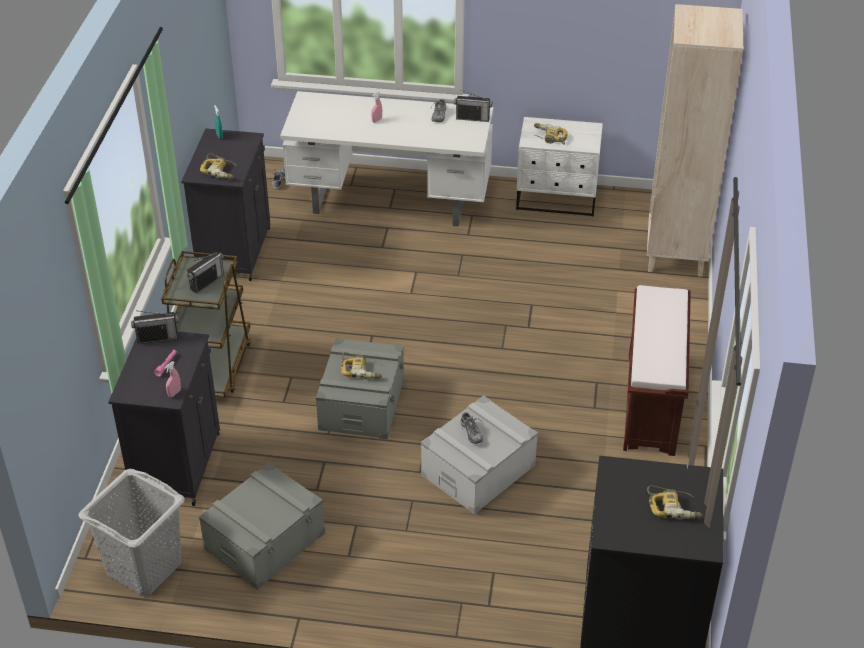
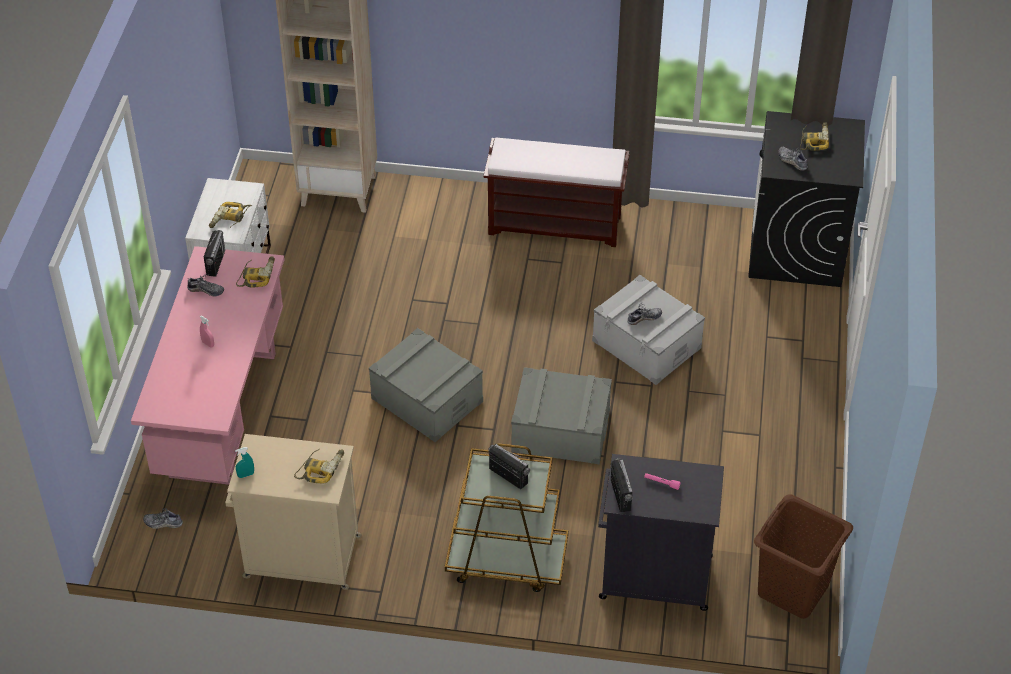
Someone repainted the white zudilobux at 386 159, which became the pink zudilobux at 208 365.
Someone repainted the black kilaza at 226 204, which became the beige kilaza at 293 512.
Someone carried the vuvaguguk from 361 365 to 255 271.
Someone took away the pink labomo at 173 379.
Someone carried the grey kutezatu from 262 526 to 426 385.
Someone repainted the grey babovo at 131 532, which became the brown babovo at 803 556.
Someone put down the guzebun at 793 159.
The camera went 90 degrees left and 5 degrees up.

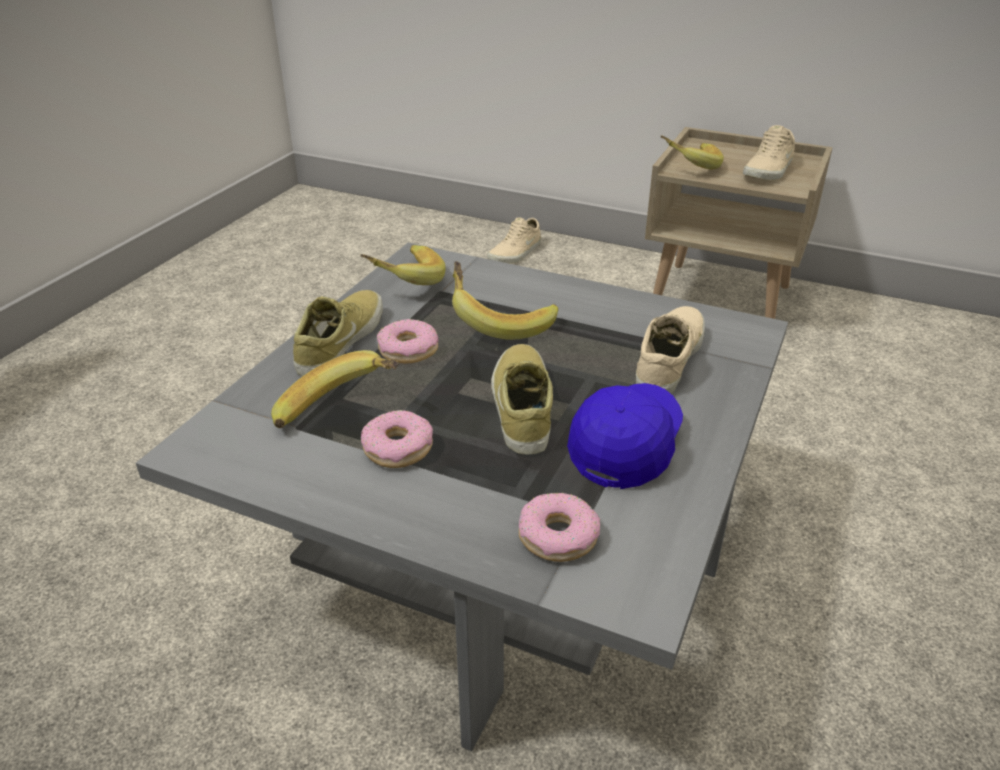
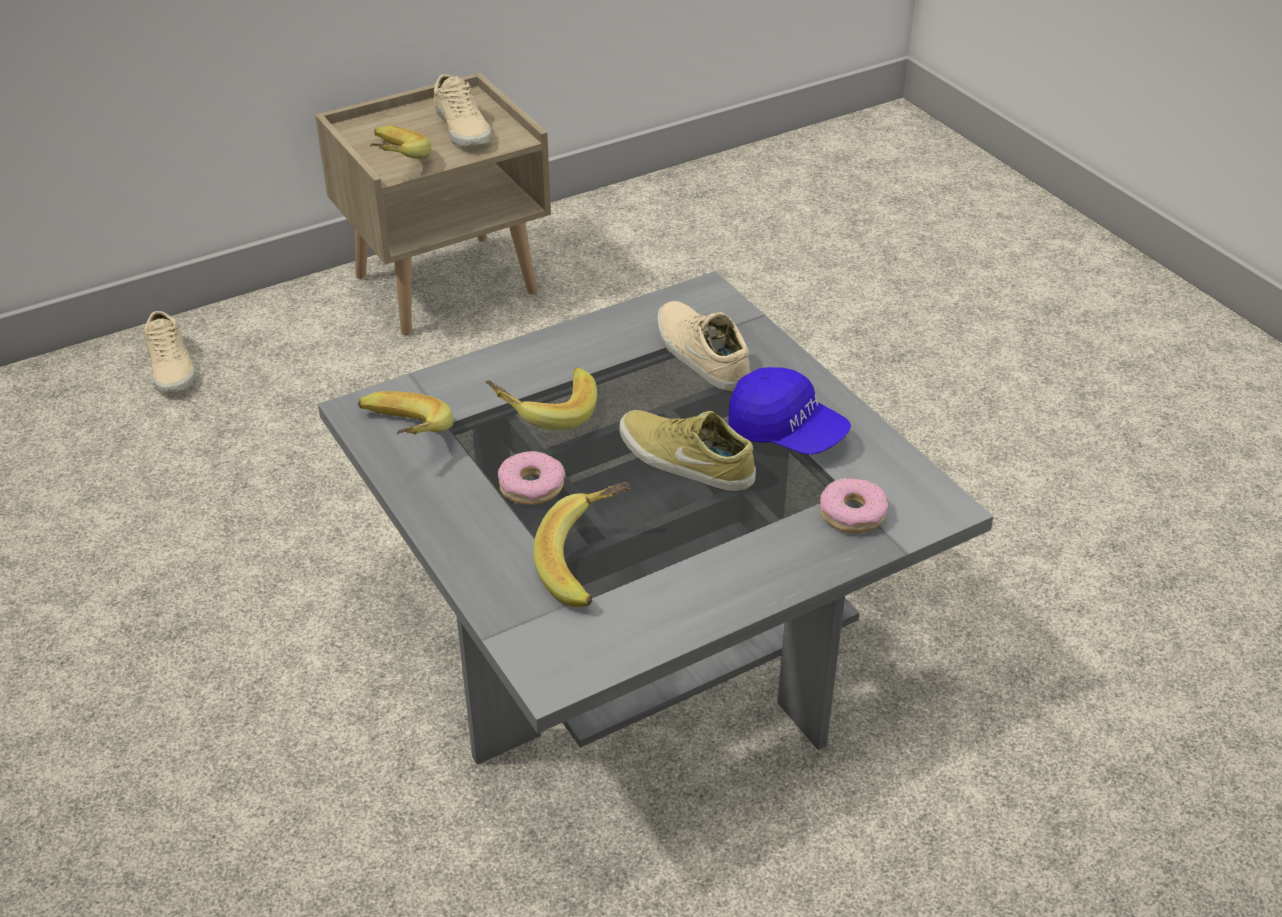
Someone took away the beige guzebun at 338 333.
Someone rotated the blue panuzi at 625 436 by 150 degrees clockwise.
Someone took away the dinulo at 397 439.
The camera went 55 degrees left and 5 degrees up.

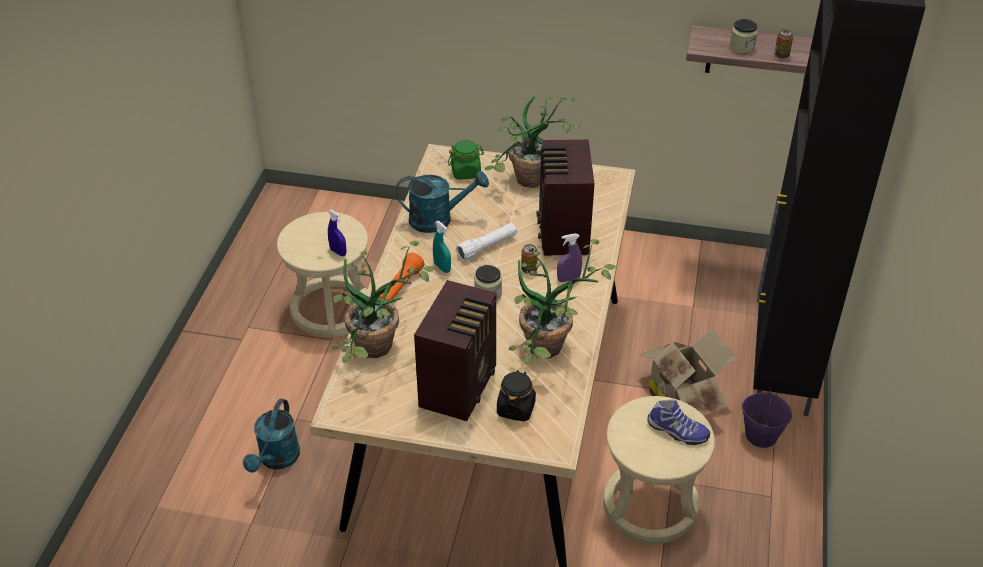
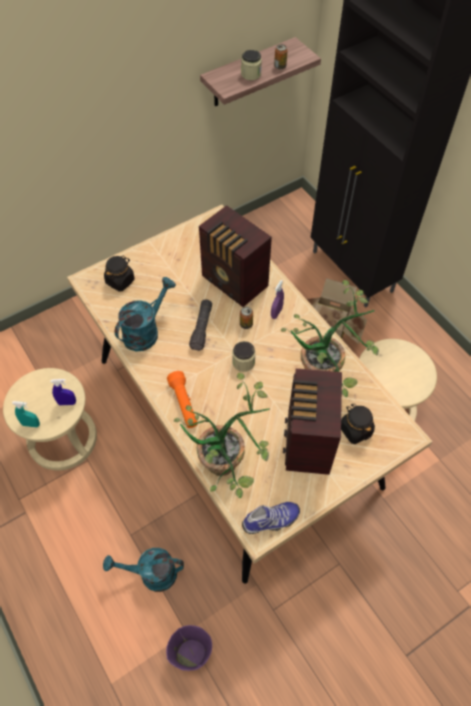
Someone took away the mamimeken at 533 142.
Someone repainted the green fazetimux at 466 160, which became the black fazetimux at 119 274.
Someone carried the turquoise labomo from 442 247 to 26 414.
Someone repainted the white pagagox at 486 242, which became the black pagagox at 200 325.
Someone rotated the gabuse at 455 350 by 150 degrees counterclockwise.
Someone carried the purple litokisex from 767 417 to 189 648.
Someone rotated the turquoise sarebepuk at 271 435 by 120 degrees clockwise.
Someone carried the guzebun from 678 422 to 271 518.
The camera went 45 degrees left and 15 degrees up.

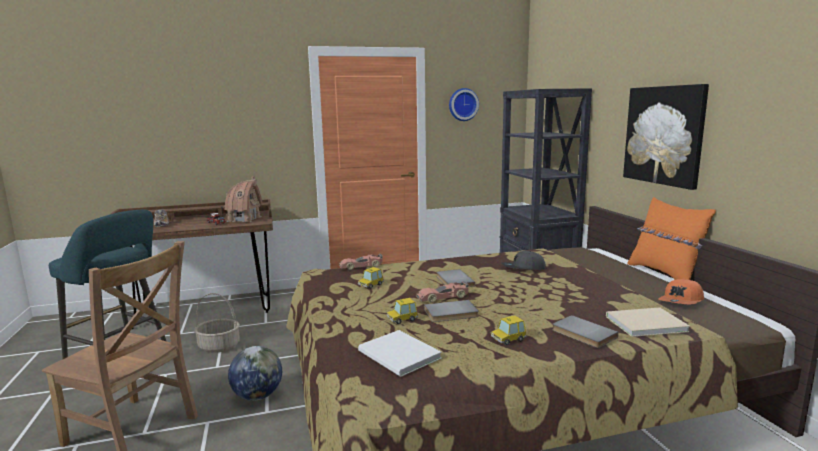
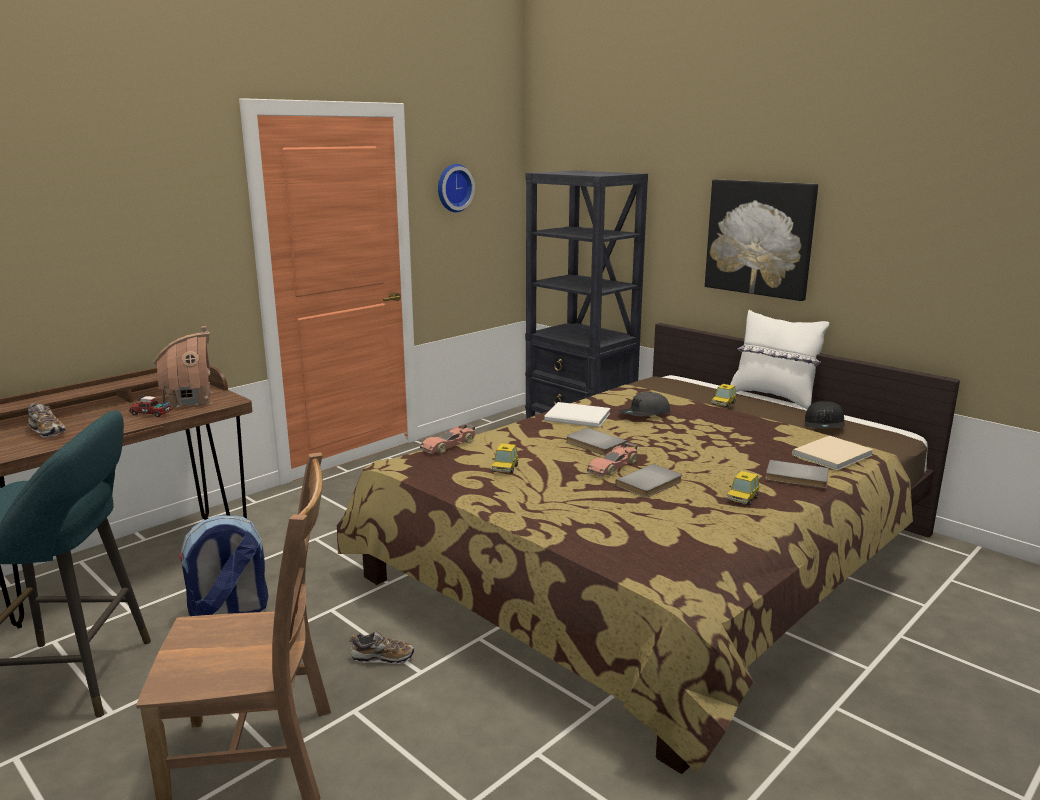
Someone repainted the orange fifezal at 671 238, which became the white fifezal at 779 359.
Someone repainted the orange panuzi at 681 291, which became the black panuzi at 825 414.
Someone swapped the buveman at 217 323 for the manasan at 223 566.
Someone carried the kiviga from 402 311 to 724 395.
Someone carried the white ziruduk from 400 353 to 577 414.
Someone swapped the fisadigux at 255 373 for the guzebun at 381 647.
The camera went 30 degrees left and 5 degrees up.

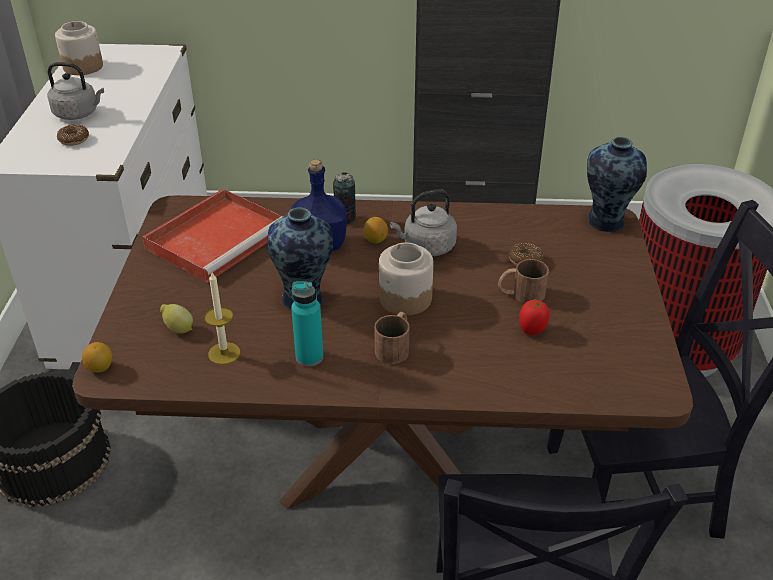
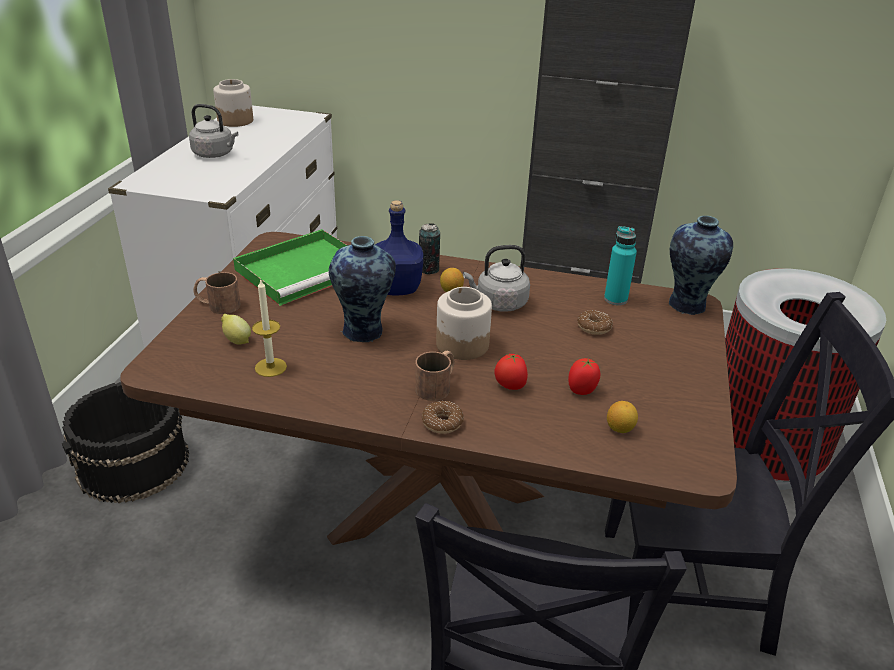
Someone carried the dinulo from 73 135 to 443 417.
Someone repainted the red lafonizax at 212 236, which became the green lafonizax at 290 267.
Someone carried the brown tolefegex from 523 281 to 217 293.
Someone carried the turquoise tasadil from 307 324 to 620 265.
Someone carried the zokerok from 97 357 to 622 417.
Someone put down the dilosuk at 511 372.
The camera went 10 degrees right and 5 degrees down.

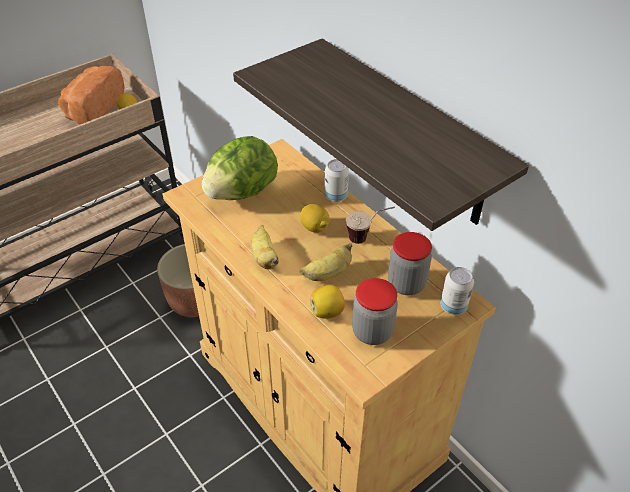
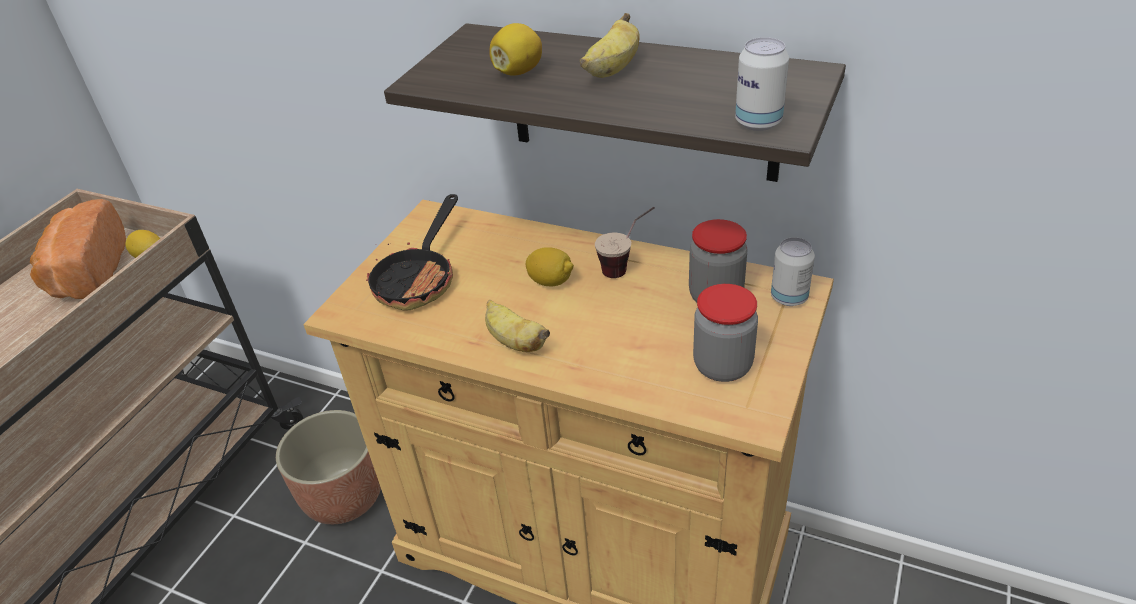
Someone swapped the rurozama at 240 168 for the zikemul at 412 252.
Someone carried the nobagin from 337 180 to 762 84.
Someone carried the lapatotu from 325 262 to 610 45.
Someone carried the zokerok from 327 302 to 516 49.
The camera went 25 degrees left and 5 degrees down.

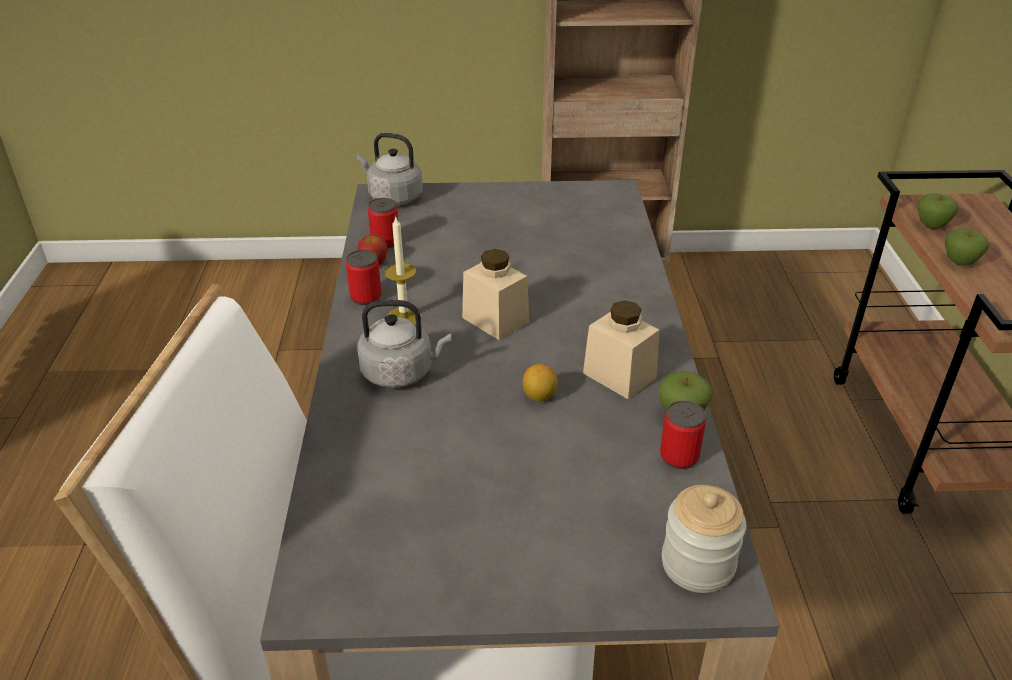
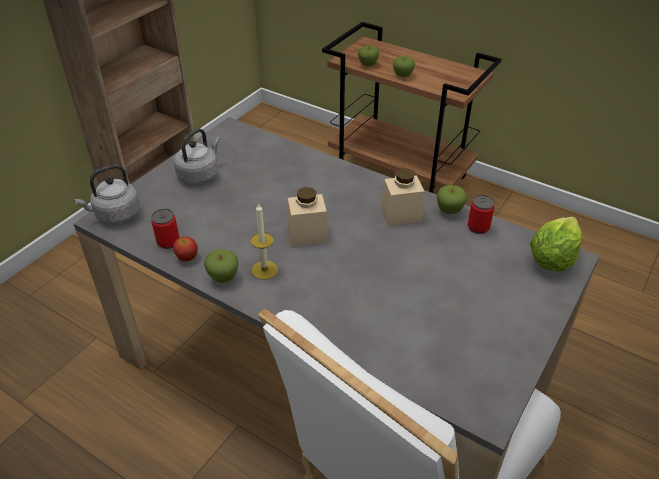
Someone swapped the nobagin at 363 277 for the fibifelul at 221 266.
Someone carried the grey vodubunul from 404 344 to 197 156.
Someone took away the zokerok at 540 383.
Someone swapped the fazetimux at 704 539 for the rurozama at 555 244.
The camera went 55 degrees left and 5 degrees up.

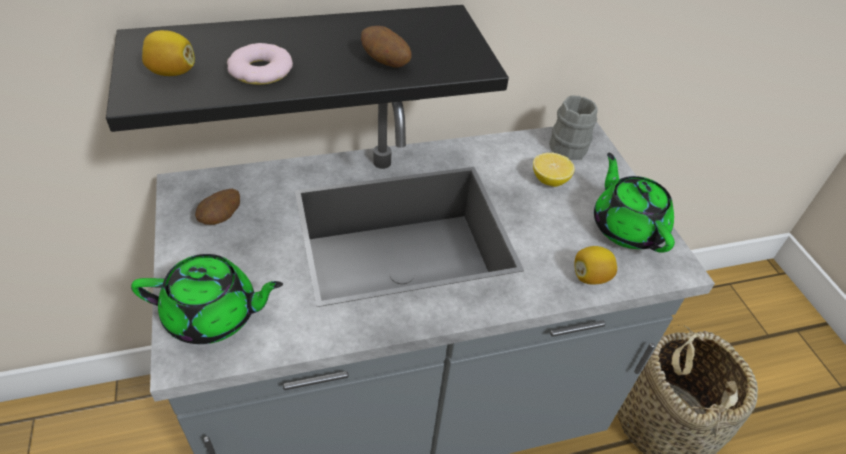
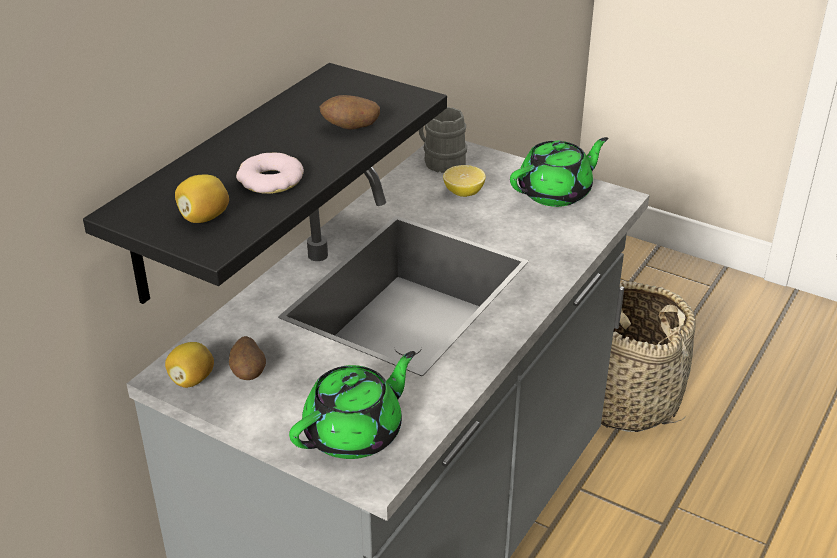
Someone rotated the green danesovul at 634 203 by 120 degrees clockwise.
Someone carried the zokerok from 596 265 to 189 365.
The camera went 40 degrees left and 10 degrees down.

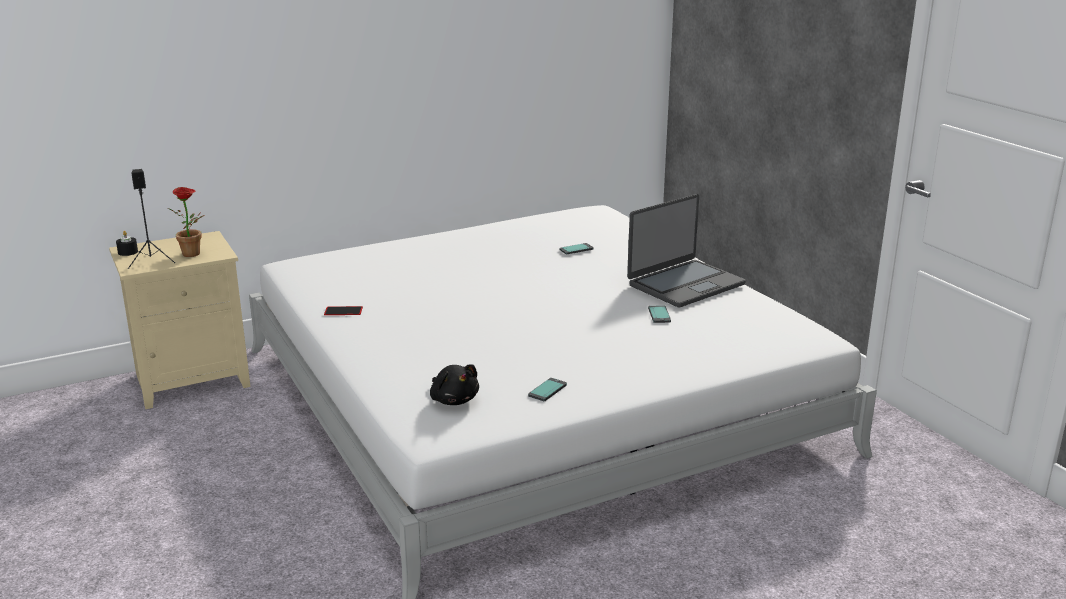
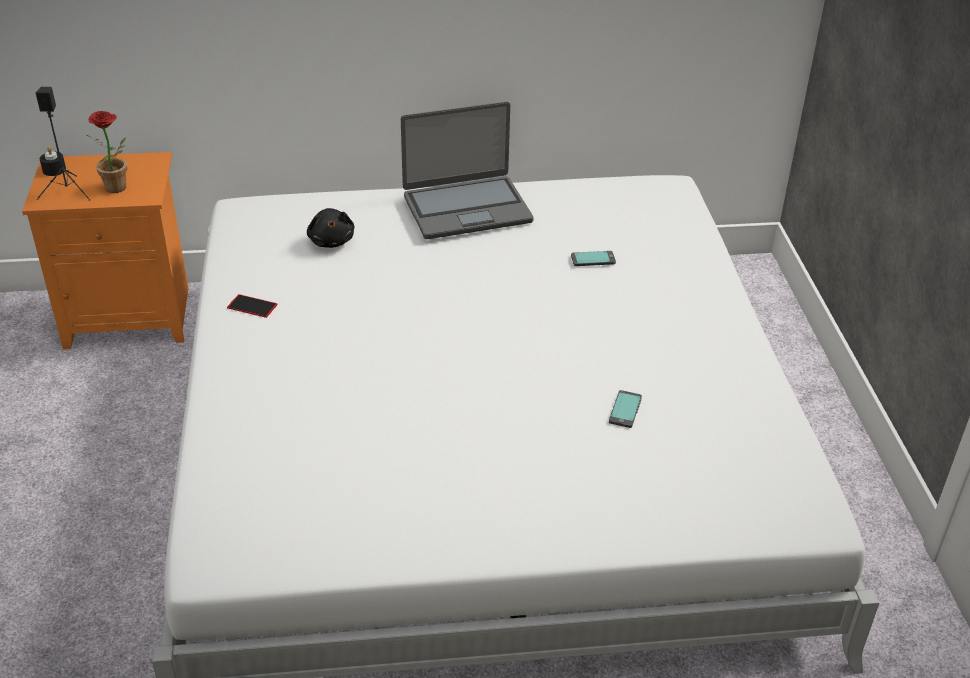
Someone carried the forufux from 686 250 to 467 170.
Someone repainted the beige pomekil at 180 320, which became the orange pomekil at 105 250.
Someone carried the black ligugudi from 454 384 to 330 228.
Someone took away the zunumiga at 547 389.
The camera went 20 degrees right and 15 degrees up.

